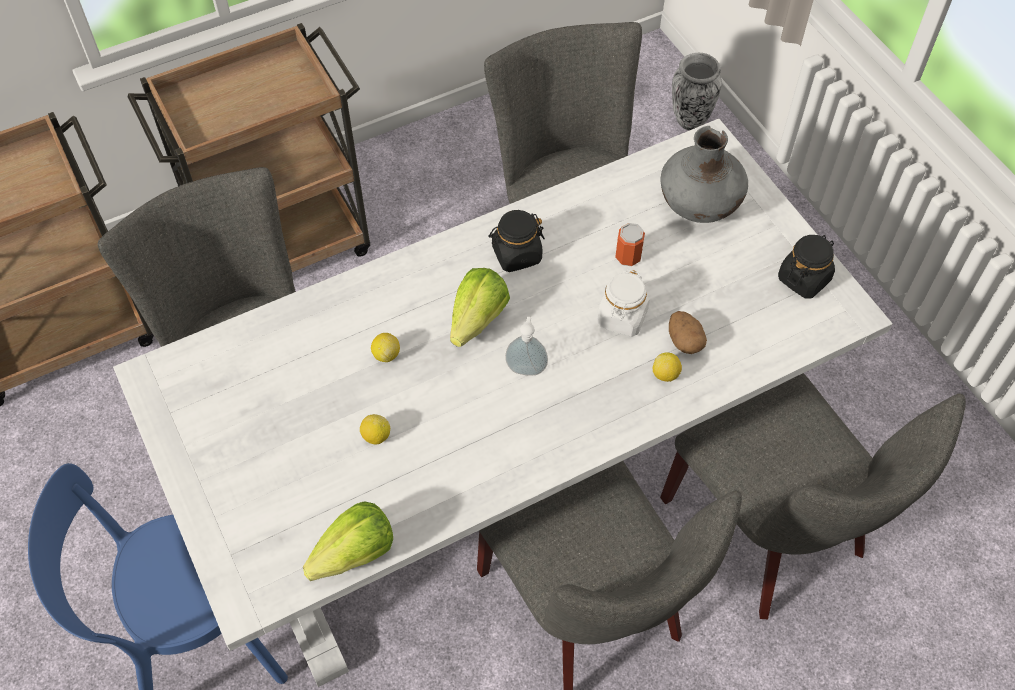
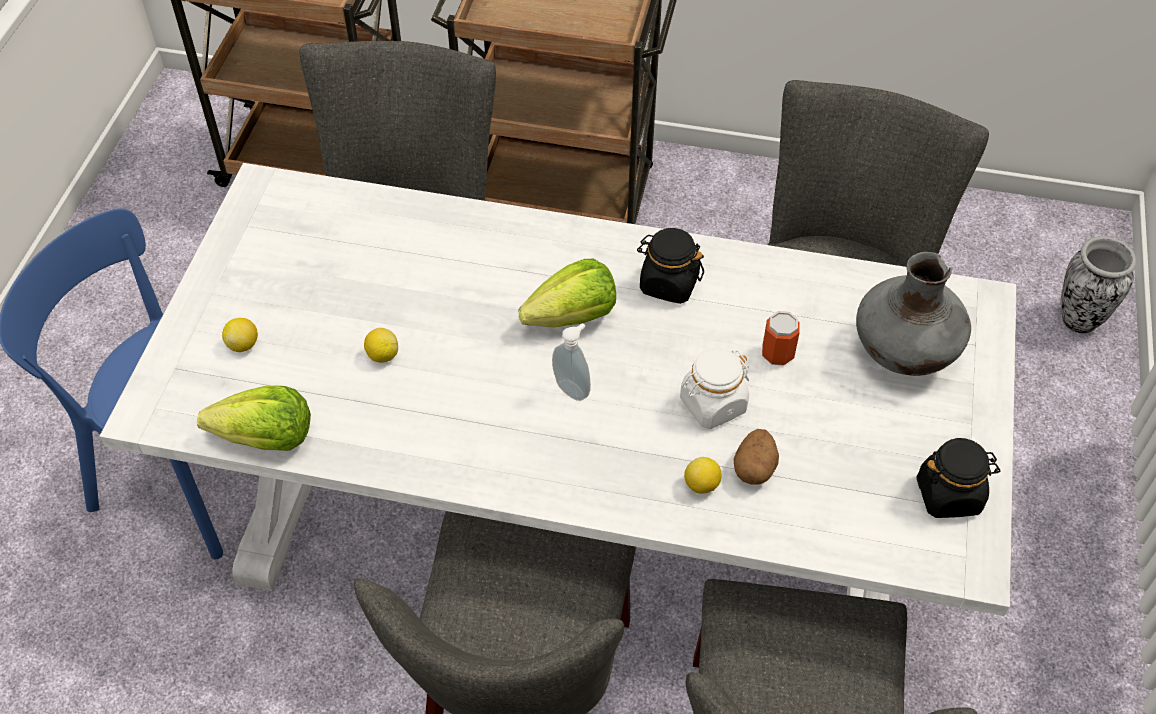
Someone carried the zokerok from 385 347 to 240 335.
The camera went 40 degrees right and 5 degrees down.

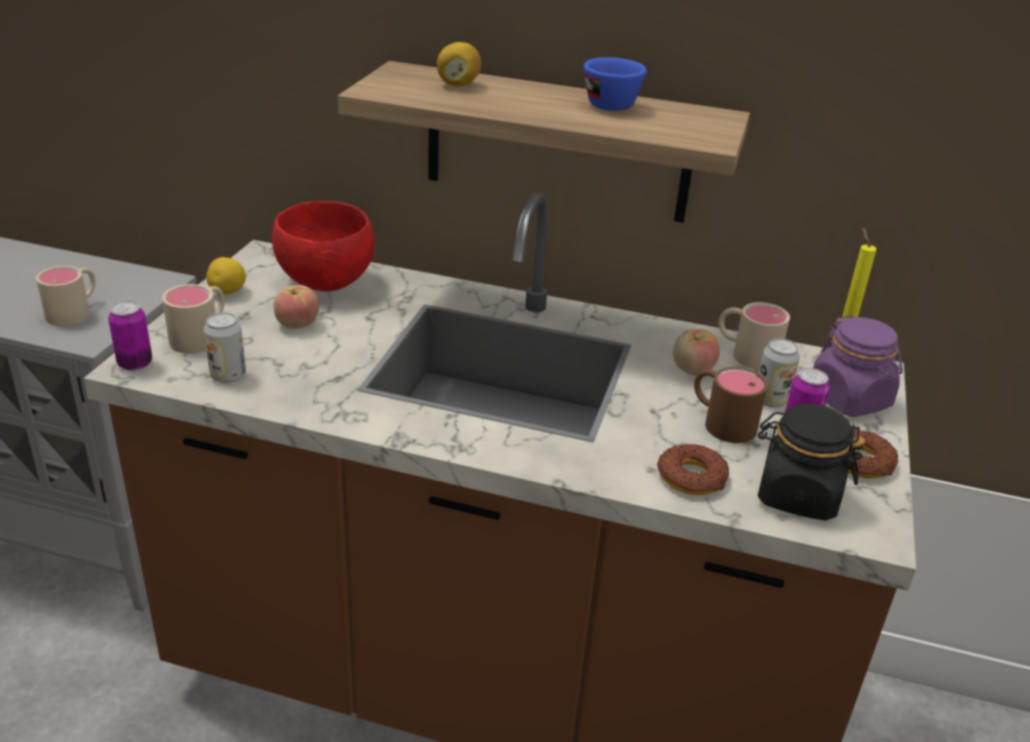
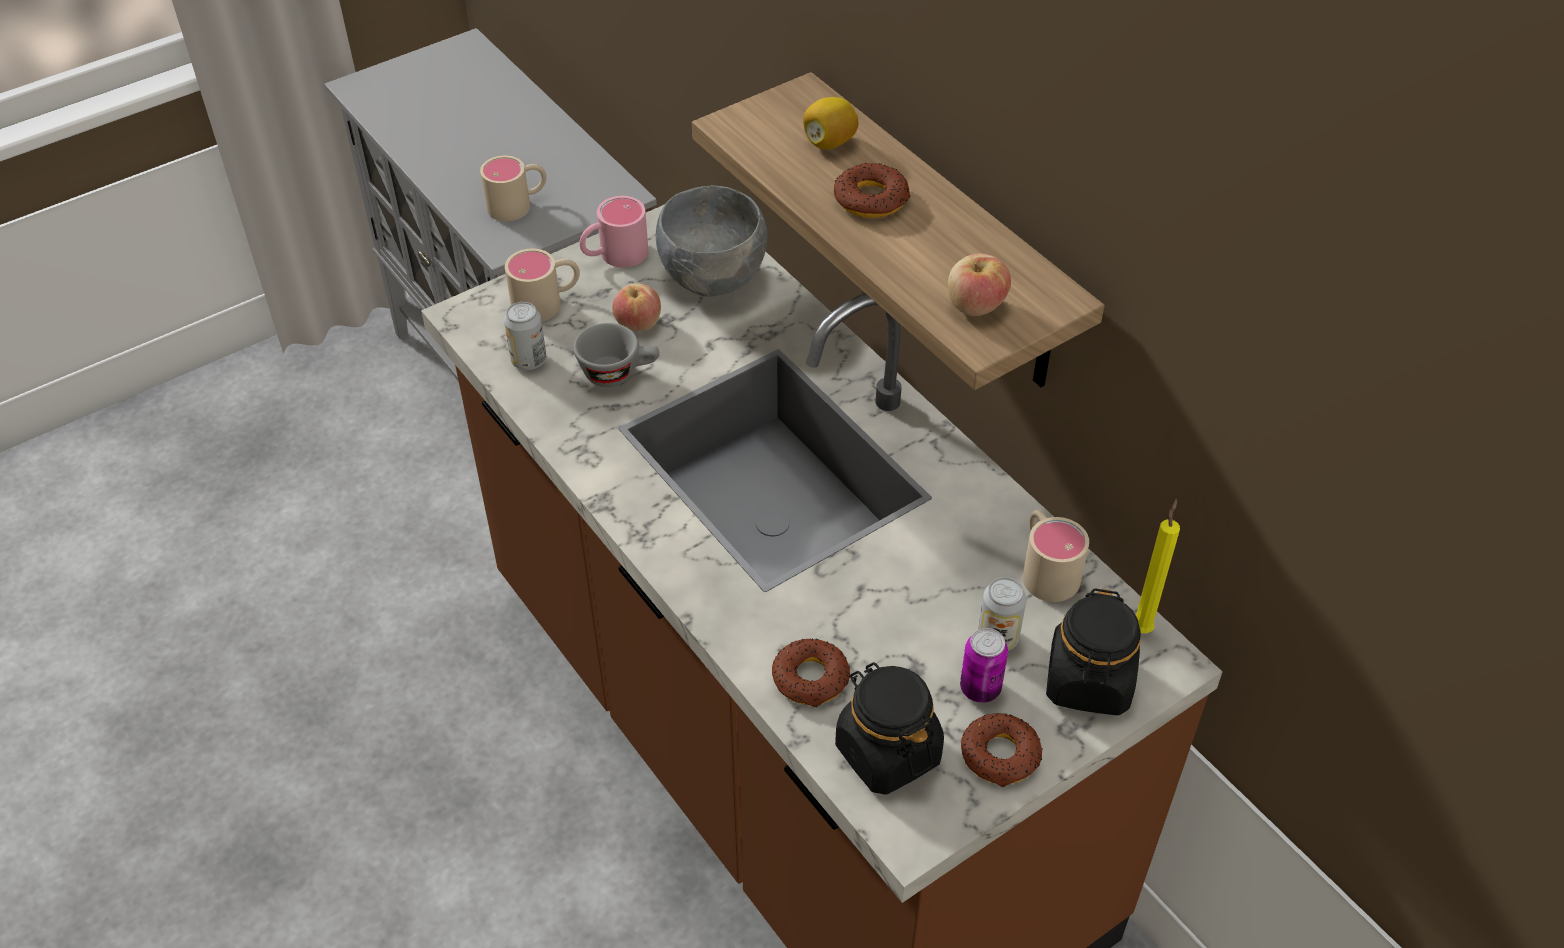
Someone took away the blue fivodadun at 615 84.
Someone repainted the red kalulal at 323 246, which became the grey kalulal at 711 241.
Someone swapped the zokerok at 226 276 for the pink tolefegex at 614 232.
Someone took away the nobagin at 130 336.
Someone repainted the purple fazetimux at 858 366, which became the black fazetimux at 1093 651.
Someone carried the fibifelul from 696 352 to 979 284.
Someone took away the brown tolefegex at 731 405.
Someone put down the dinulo at 872 190.
Someone put down the grey fivodadun at 616 355.
The camera went 40 degrees right and 15 degrees up.

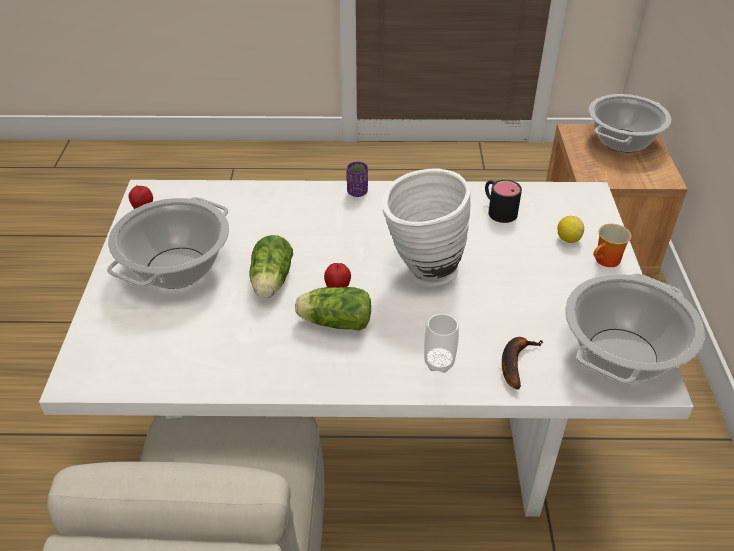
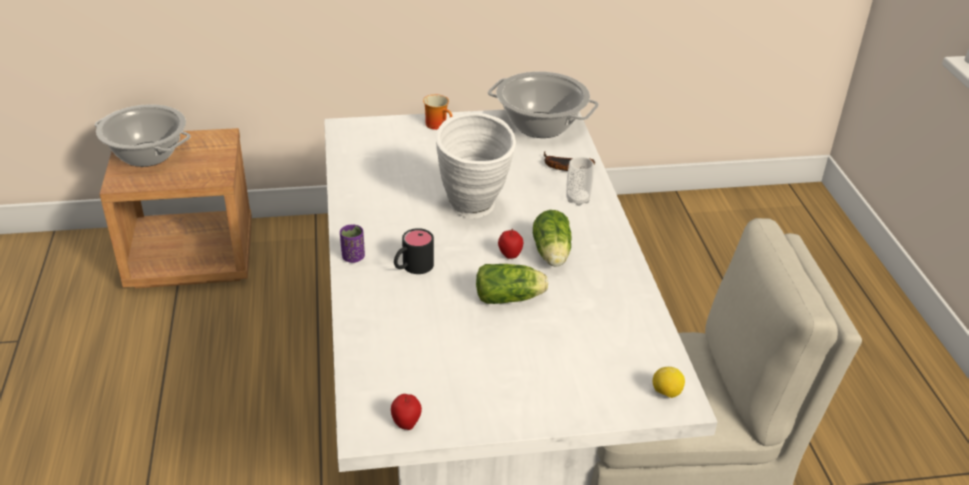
Someone carried the black tolefegex from 503 201 to 414 251.
Someone took away the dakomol at 168 243.
Someone carried the zokerok from 571 229 to 669 382.
The camera went 100 degrees left and 5 degrees down.

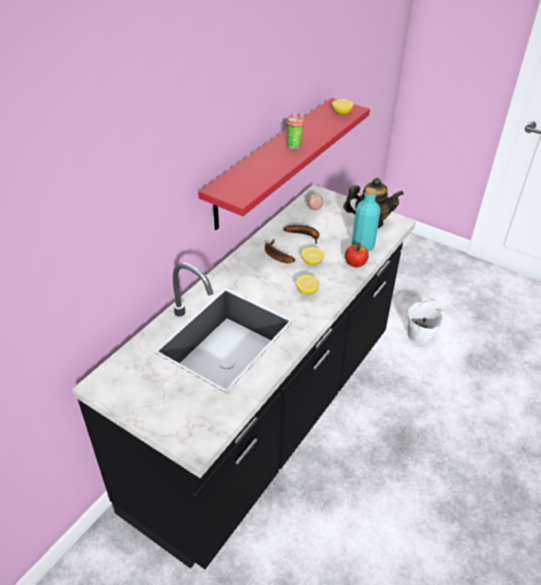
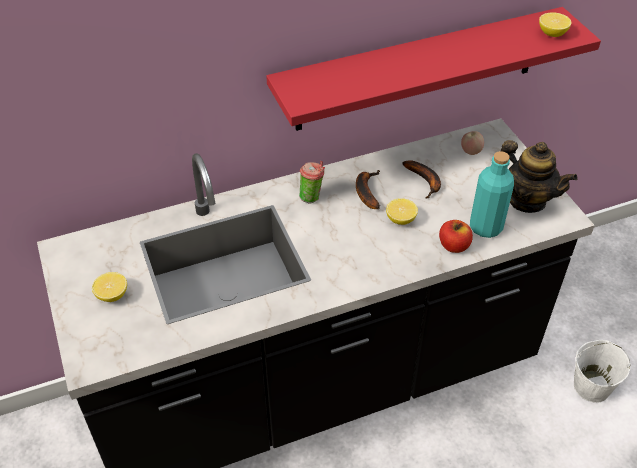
Someone carried the fivodadun from 295 131 to 312 182.
Someone carried the zokerok from 308 285 to 109 287.
The camera went 35 degrees right and 5 degrees up.

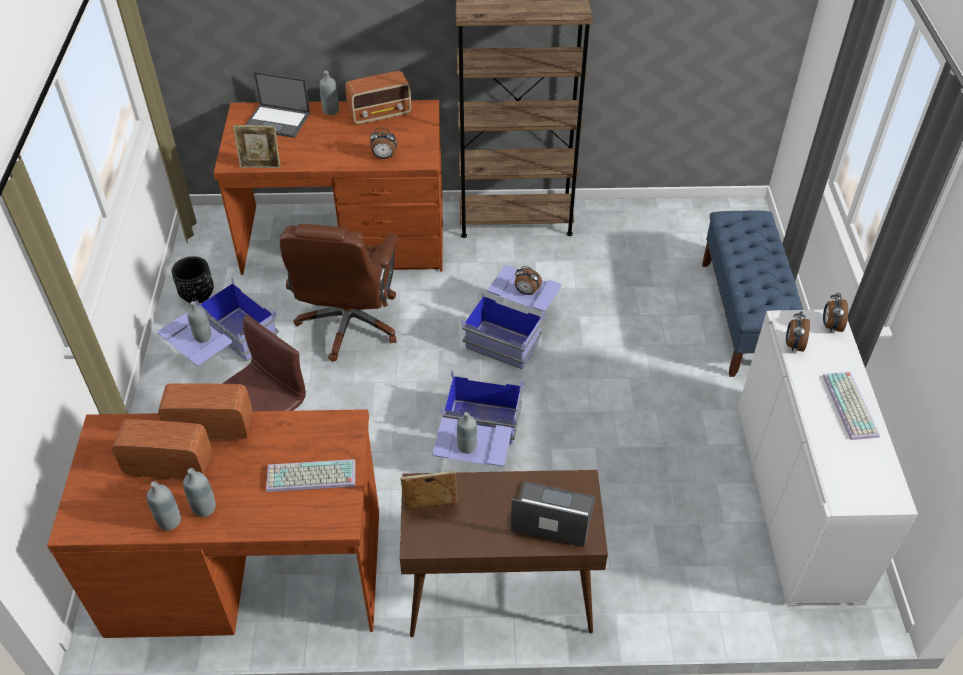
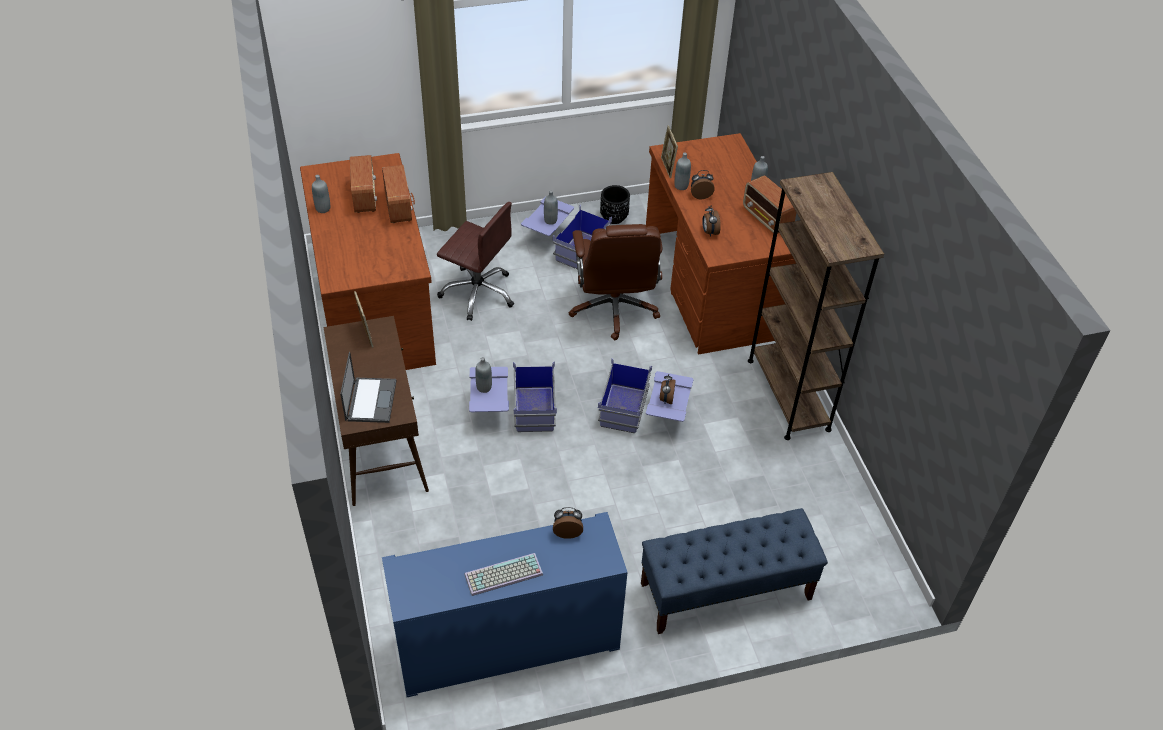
Someone took away the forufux at 278 105.
Someone rotated the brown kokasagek at 339 293 by 90 degrees counterclockwise.
Someone carried the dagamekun from 835 312 to 703 184.
Someone repainted the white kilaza at 828 458, which became the blue kilaza at 505 604.
Someone took away the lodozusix at 310 475.
Someone carried the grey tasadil from 199 492 to 682 171.
The camera went 75 degrees right and 0 degrees up.

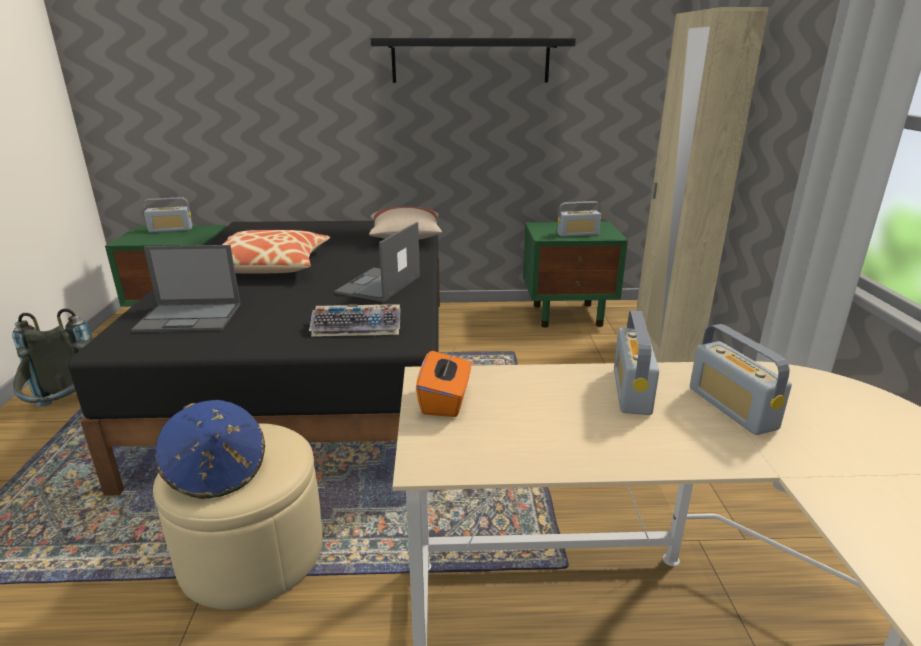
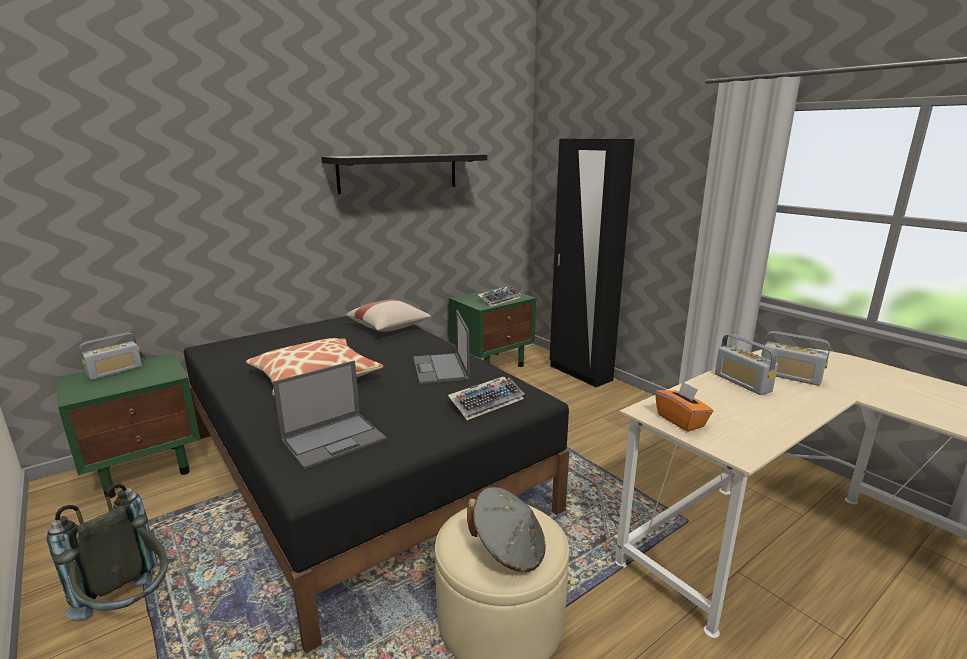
Someone repainted the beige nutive at 702 185, which became the black nutive at 592 263.
Someone swapped the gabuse at 579 219 for the lodozusix at 499 296.
Someone repainted the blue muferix at 210 449, which became the grey muferix at 506 529.
The camera went 35 degrees left and 5 degrees down.

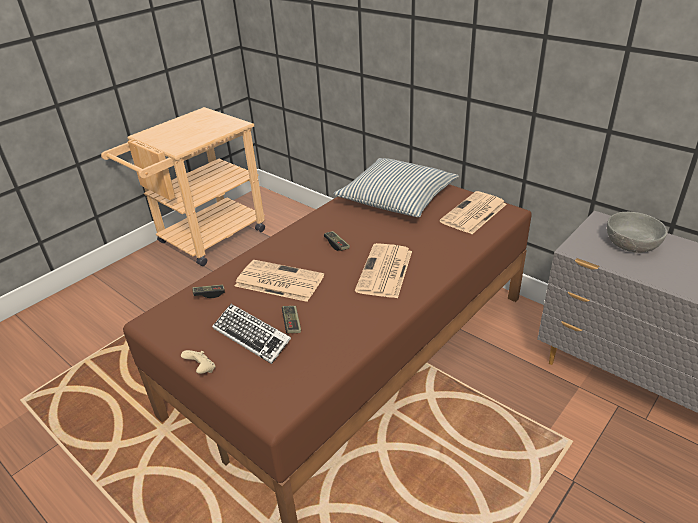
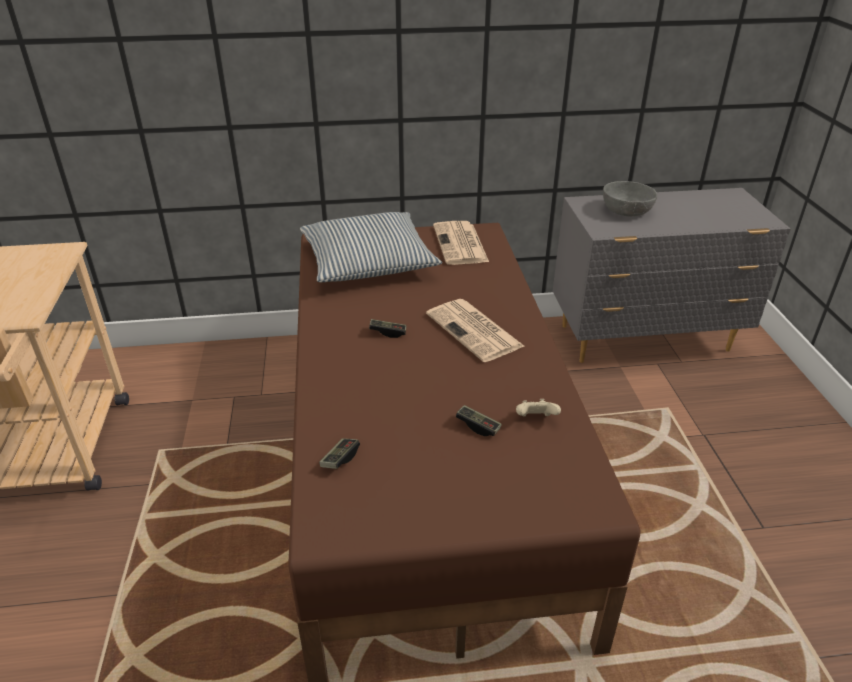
Someone took away the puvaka at 279 281.
Someone took away the lodozusix at 251 334.
Someone carried the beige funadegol from 198 362 to 538 407.
The camera went 50 degrees left and 0 degrees up.

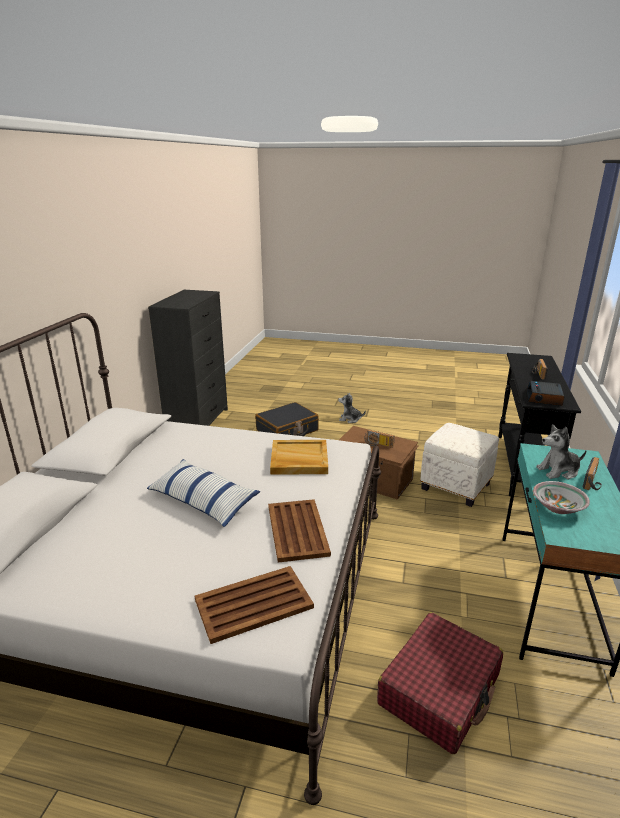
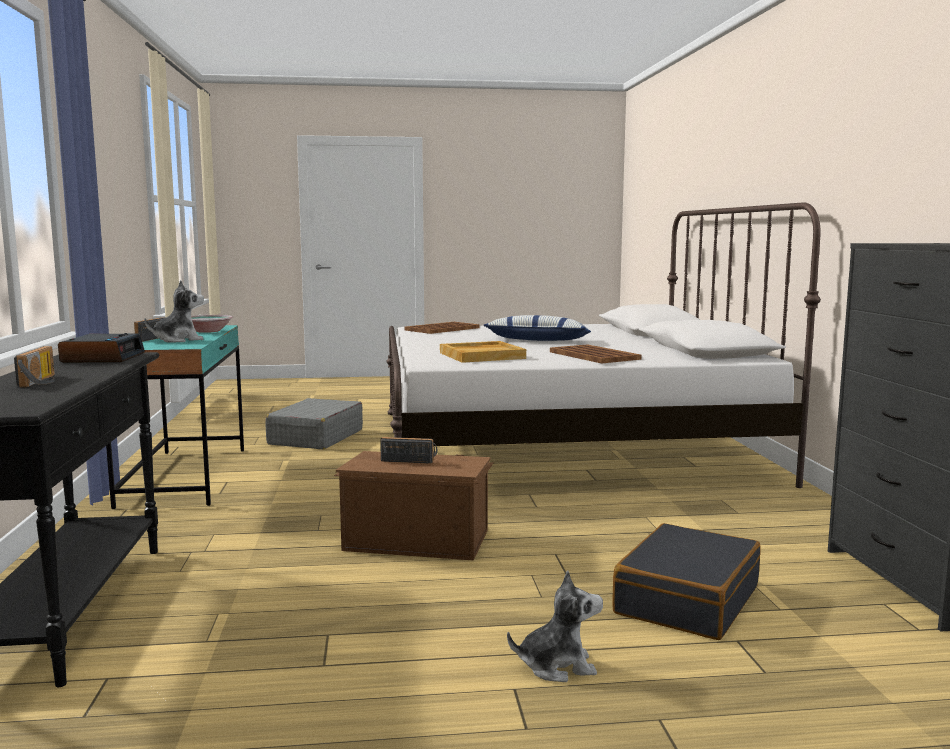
Someone took away the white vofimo at 459 465.
Someone carried the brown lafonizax from 299 531 to 595 354.
Someone repainted the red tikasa at 440 683, which became the grey tikasa at 314 423.
The camera went 160 degrees right and 15 degrees down.

